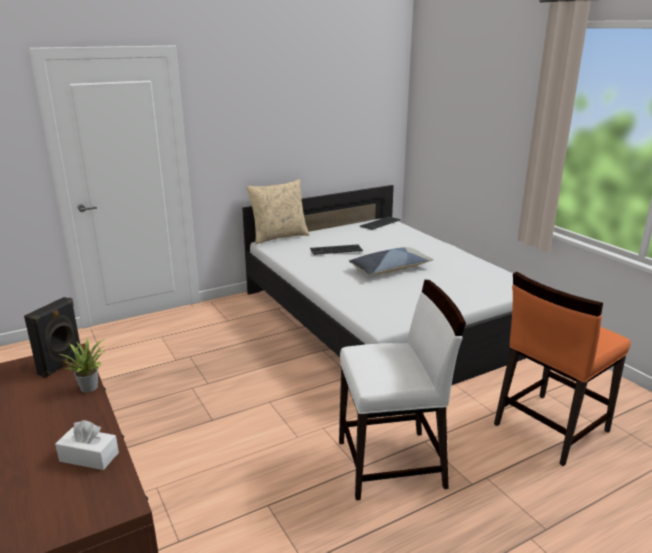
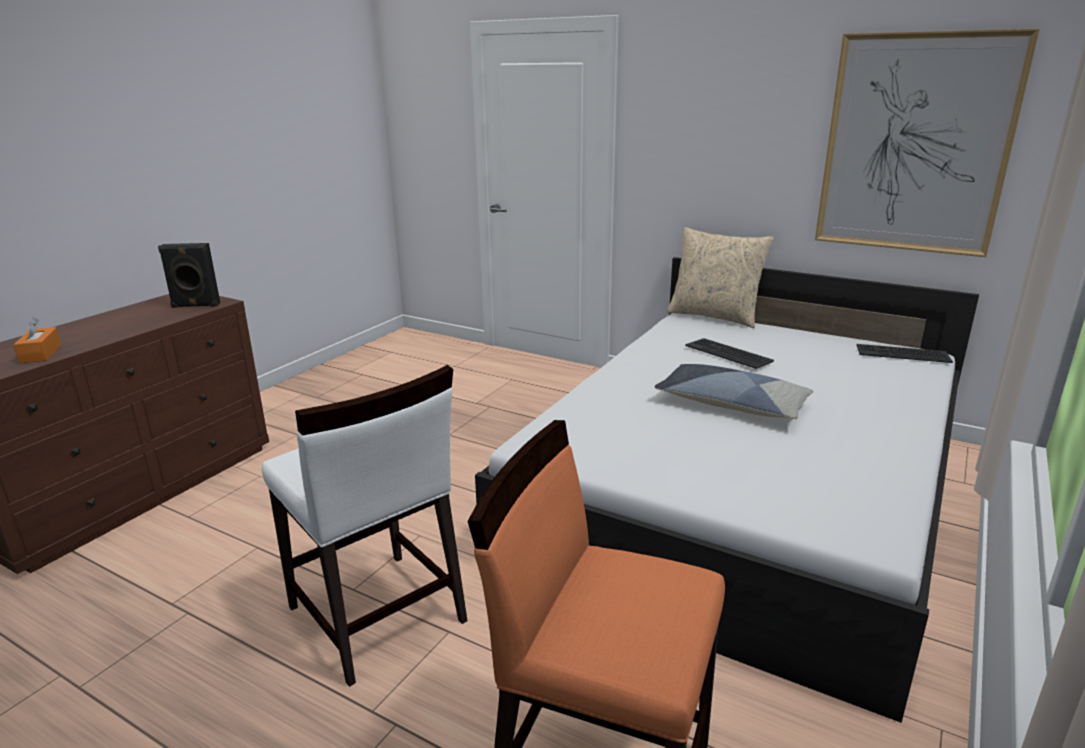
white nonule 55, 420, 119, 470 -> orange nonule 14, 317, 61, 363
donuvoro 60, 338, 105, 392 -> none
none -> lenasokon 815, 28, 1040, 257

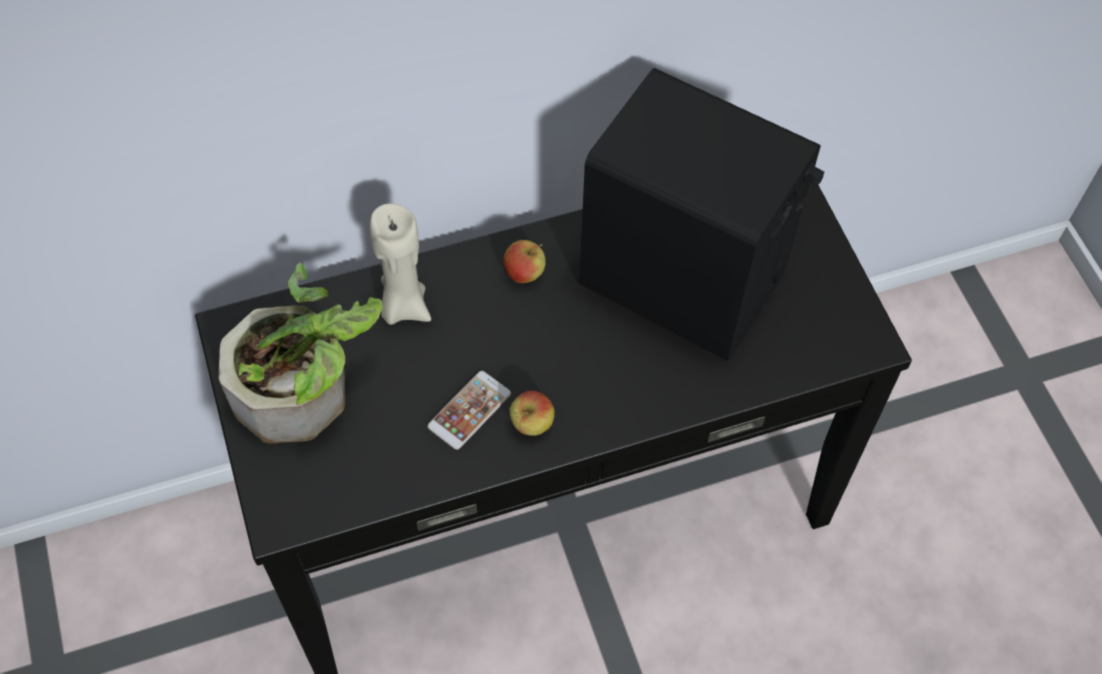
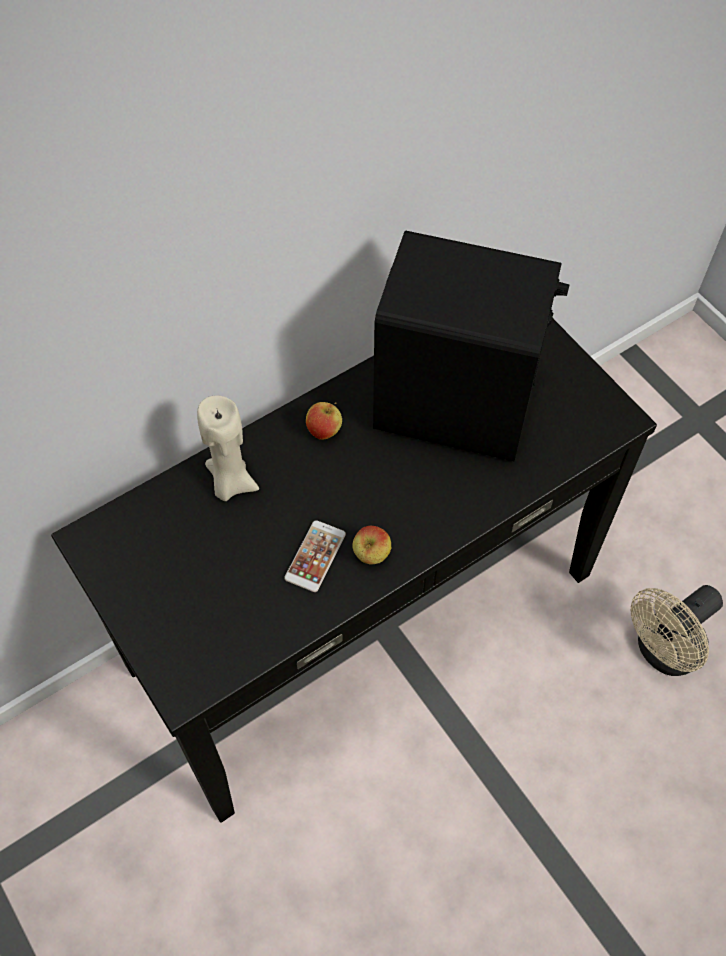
donuvoro 219, 262, 383, 444 -> none
none -> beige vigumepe 631, 585, 723, 676

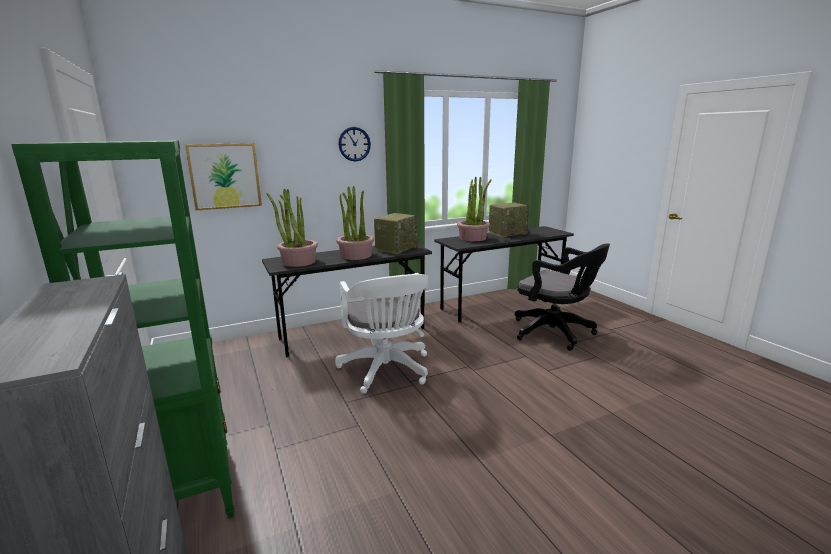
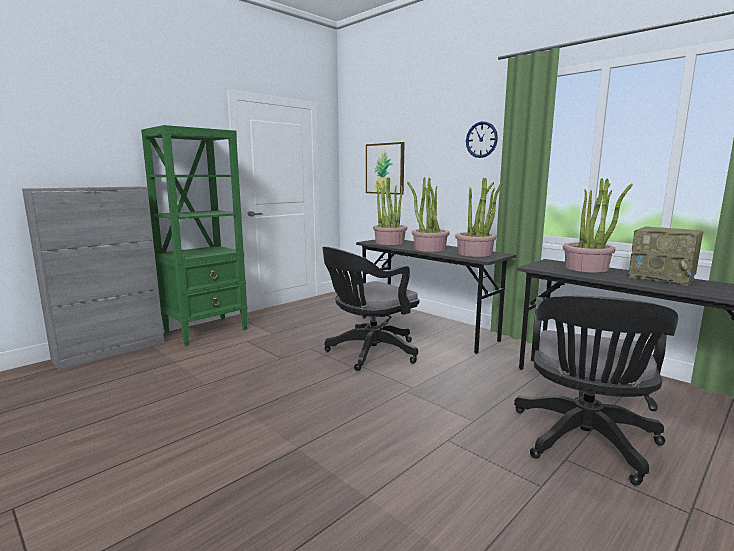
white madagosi 335, 273, 428, 394 -> black madagosi 322, 247, 419, 371
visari 374, 213, 419, 254 -> donuvoro 455, 178, 503, 257

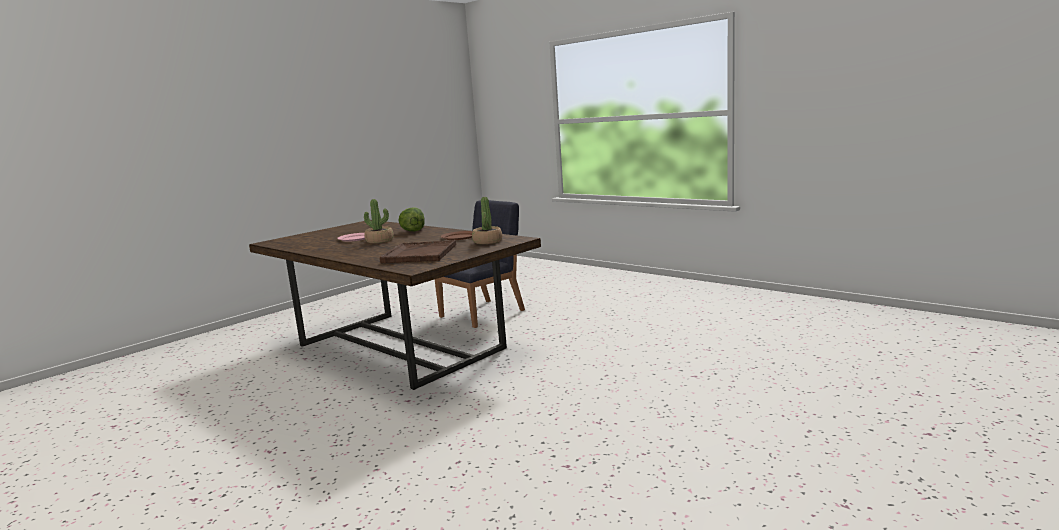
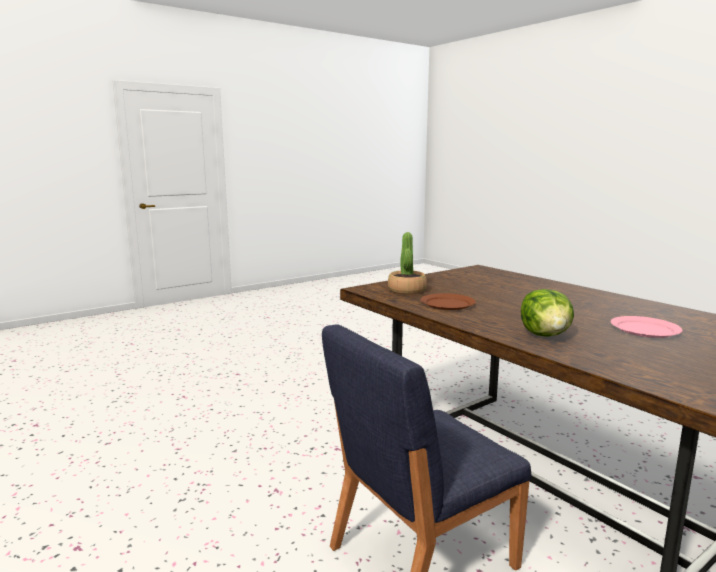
donuvoro 364, 199, 394, 243 -> none
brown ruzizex 380, 240, 456, 263 -> none

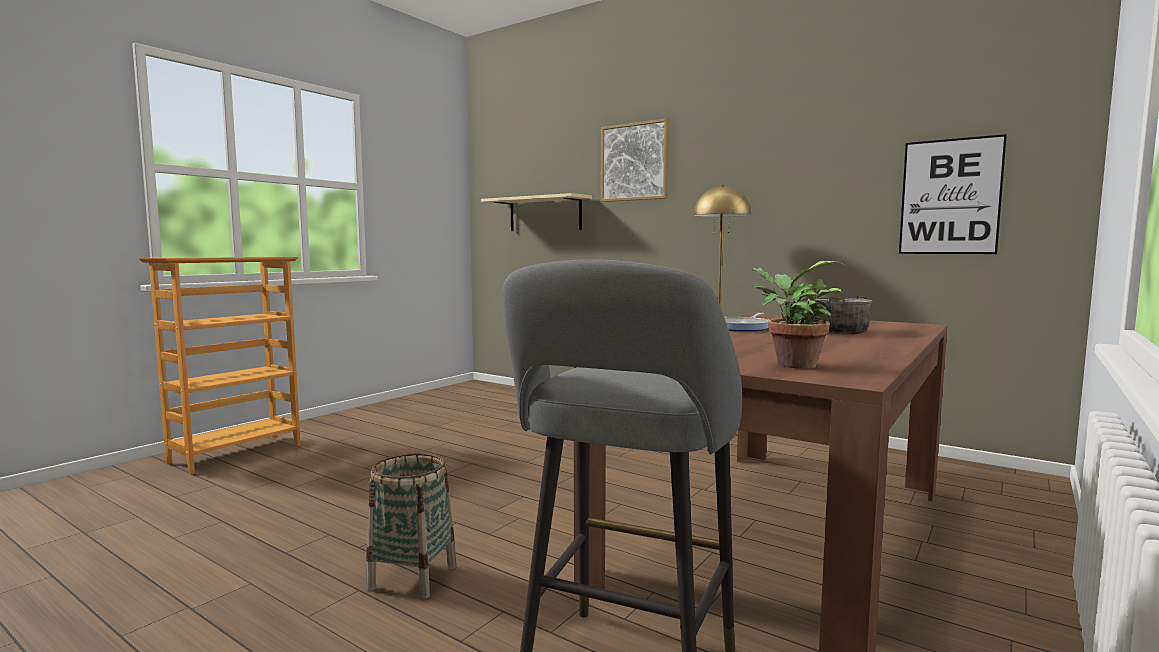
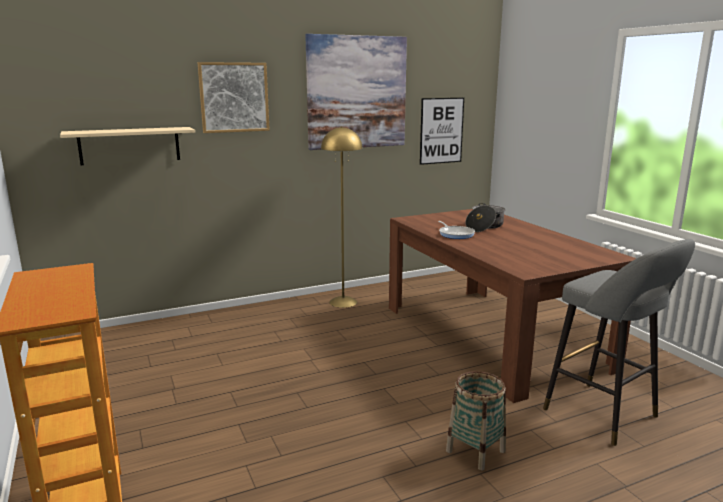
donuvoro 752, 261, 845, 369 -> none
none -> lenasokon 305, 34, 407, 150

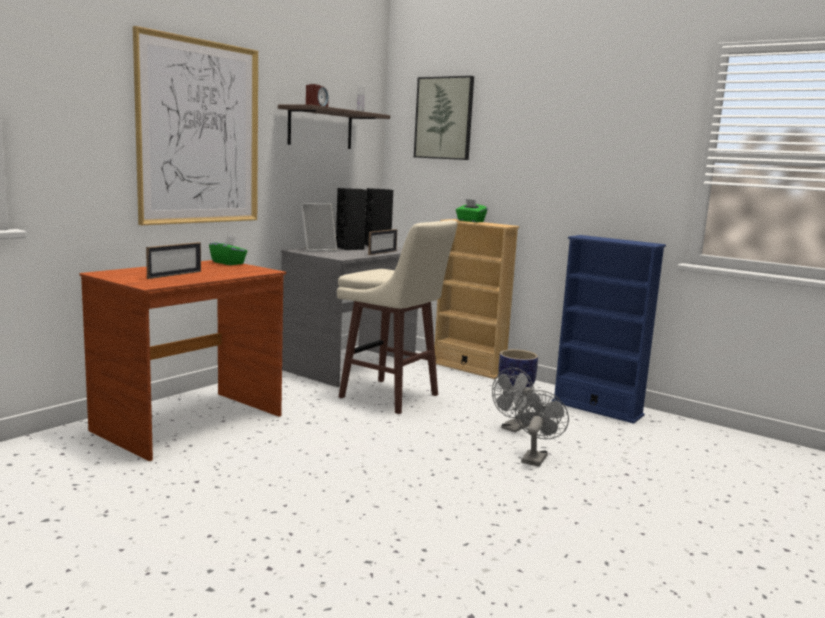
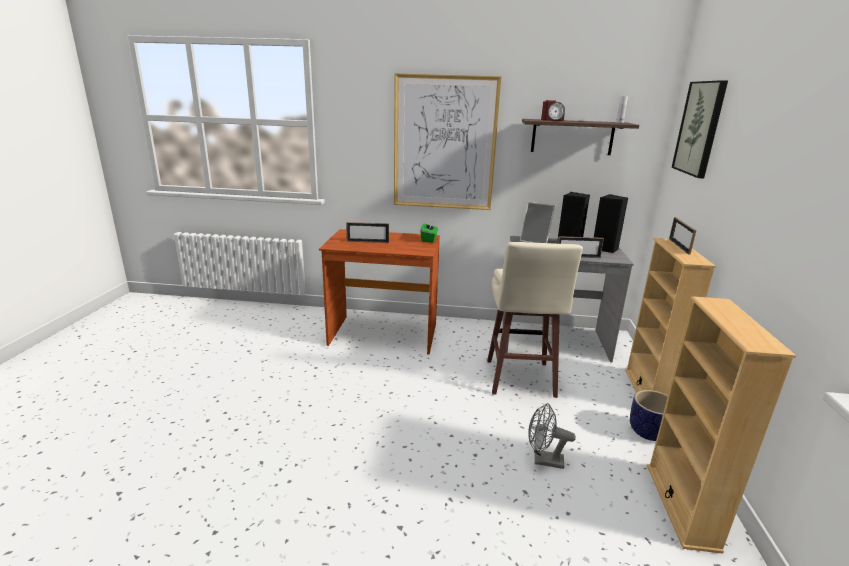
green nonule 456, 199, 488, 222 -> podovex 669, 217, 696, 255
grey vigumepe 515, 390, 569, 467 -> none
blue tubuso 552, 235, 666, 424 -> beige tubuso 647, 296, 796, 554

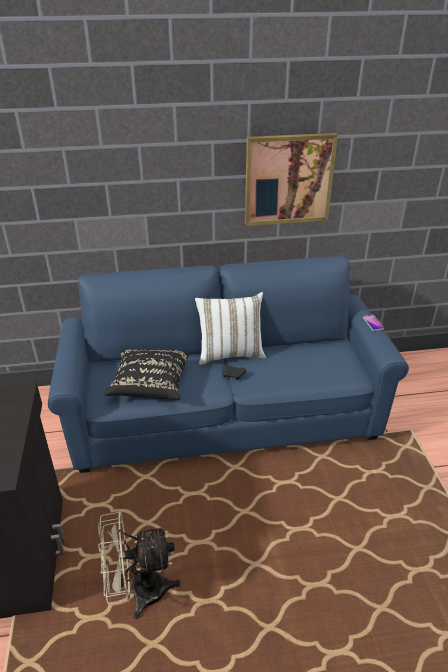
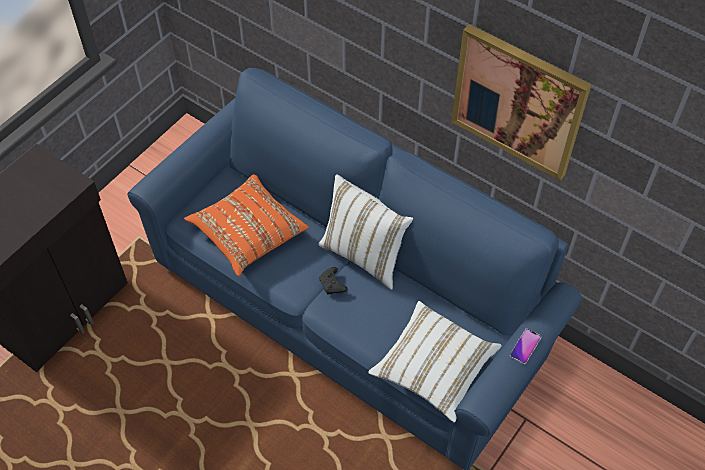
beige vigumepe 98, 511, 181, 620 -> none
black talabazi 104, 349, 190, 400 -> orange talabazi 184, 175, 309, 277
none -> white talabazi 368, 301, 502, 423

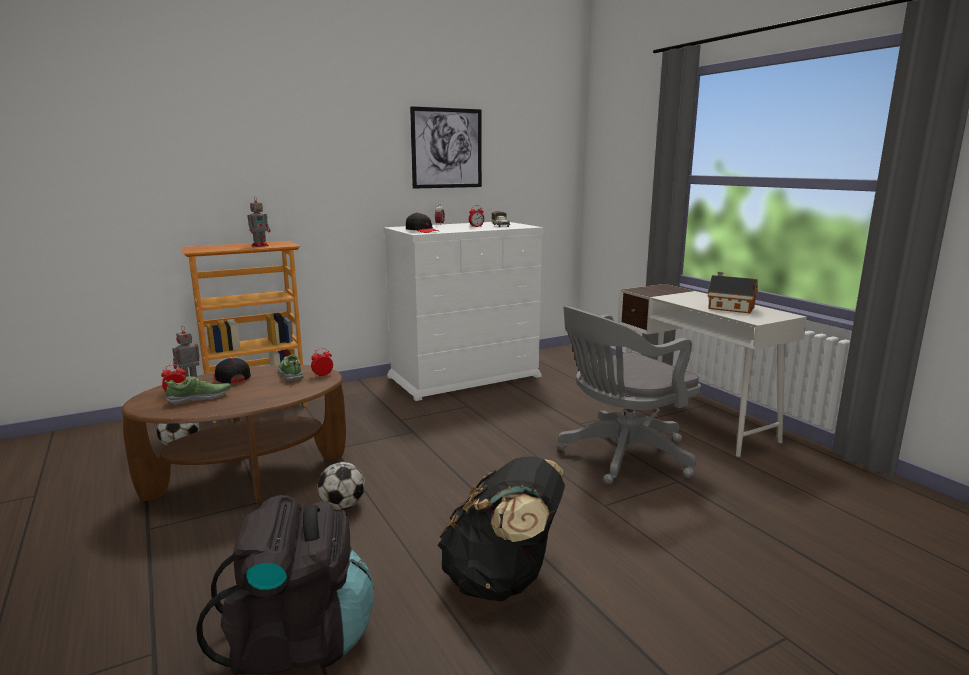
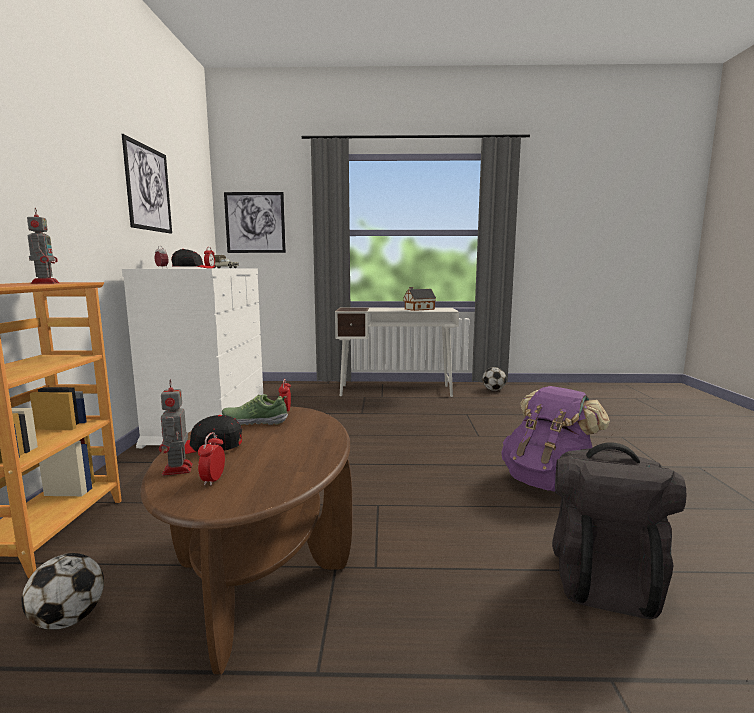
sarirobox 164, 376, 231, 405 -> none
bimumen 318, 462, 365, 510 -> bimumen 482, 367, 507, 391, relocated
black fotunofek 438, 457, 565, 601 -> purple fotunofek 501, 386, 610, 491
grey madagosi 557, 306, 701, 484 -> none
none -> lenasokon 224, 192, 286, 253

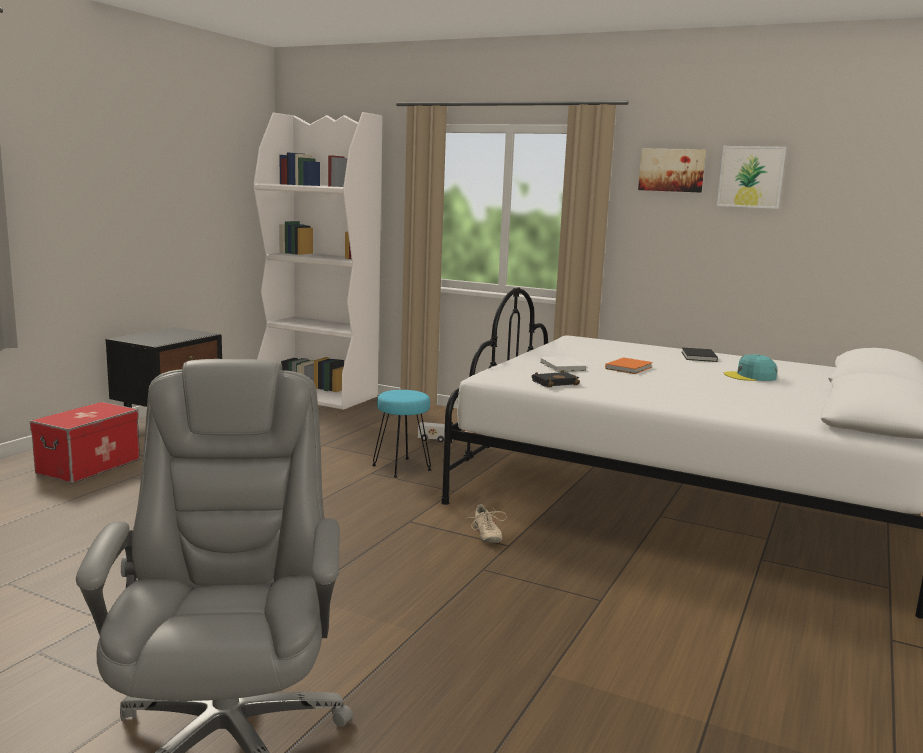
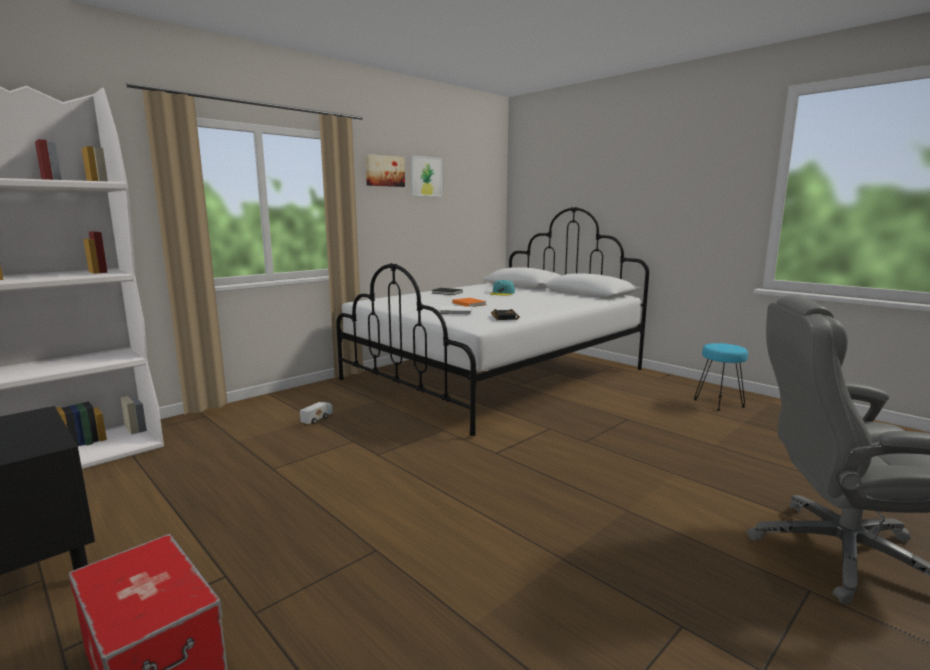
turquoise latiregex 372, 390, 431, 478 -> turquoise latiregex 694, 343, 748, 411, relocated
beige sarirobox 467, 504, 507, 543 -> none

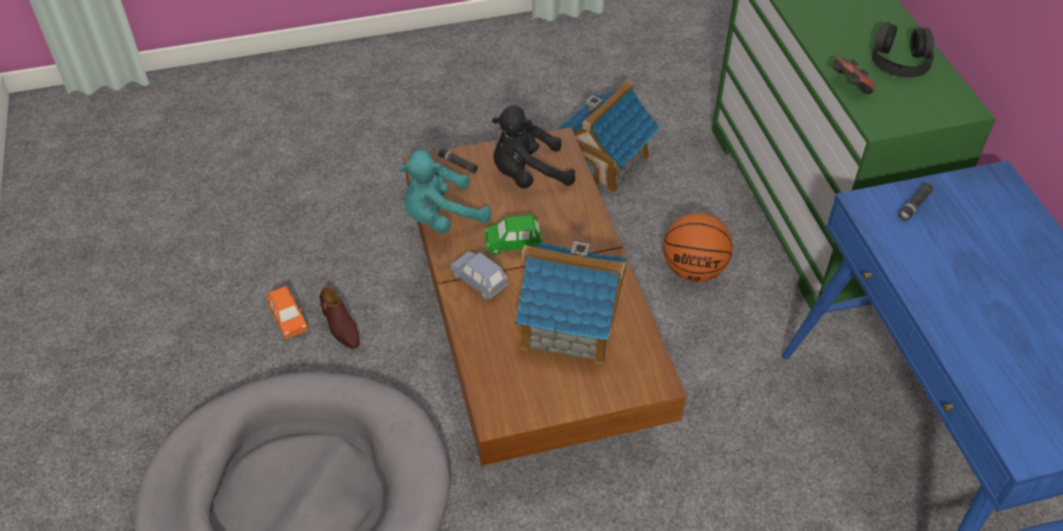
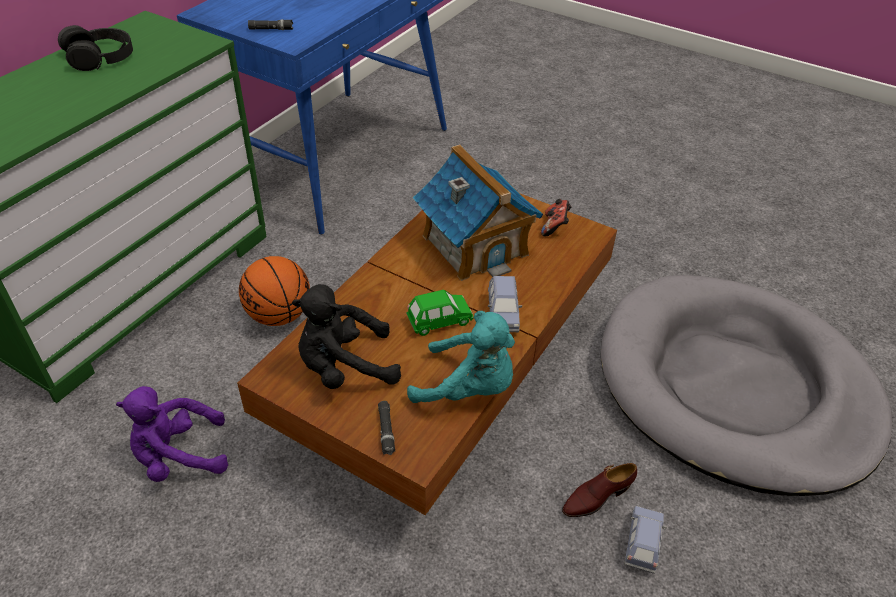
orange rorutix 266, 286, 308, 339 -> blue rorutix 624, 506, 667, 574
brown sarirobox 320, 286, 360, 349 -> brown sarirobox 562, 463, 637, 517, 135 degrees counterclockwise
green rorutix 484, 215, 543, 255 -> green rorutix 406, 290, 474, 336, 60 degrees counterclockwise
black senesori 492, 105, 575, 189 -> black senesori 292, 284, 401, 389, 135 degrees clockwise
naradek 556, 80, 661, 193 -> purple senesori 116, 386, 228, 482
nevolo 833, 57, 875, 94 -> nevolo 541, 199, 572, 236, relocated

